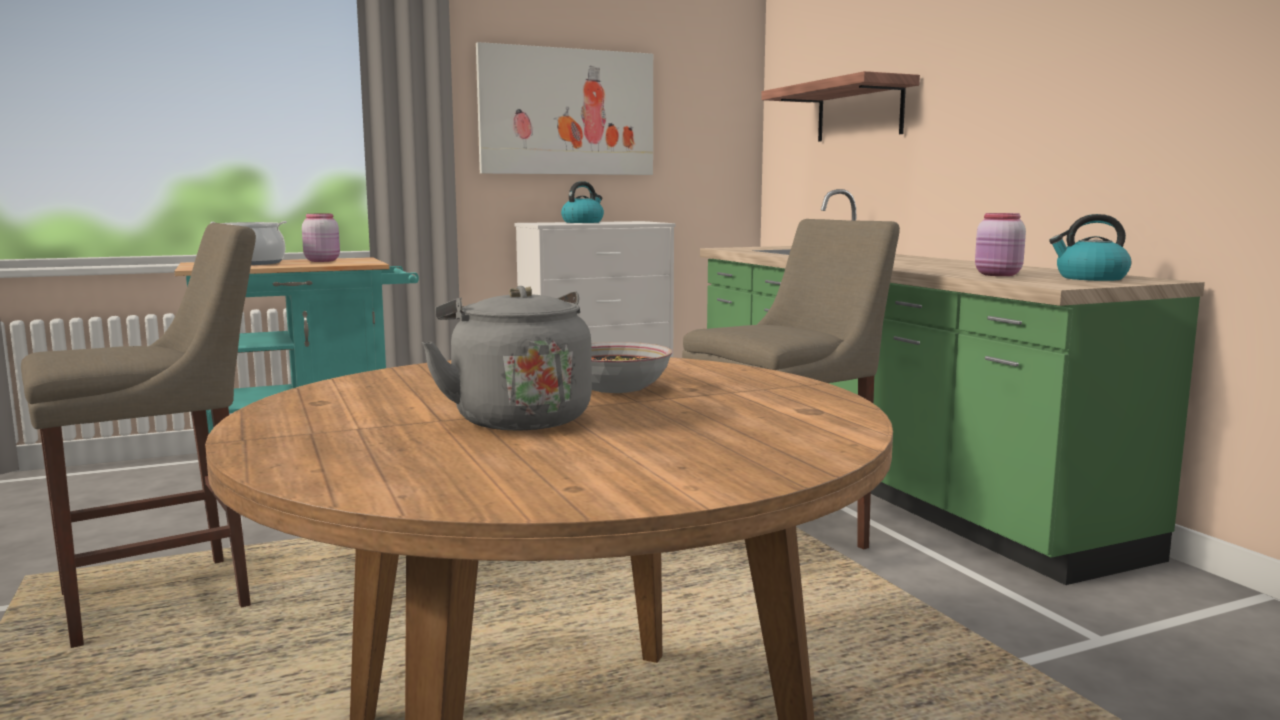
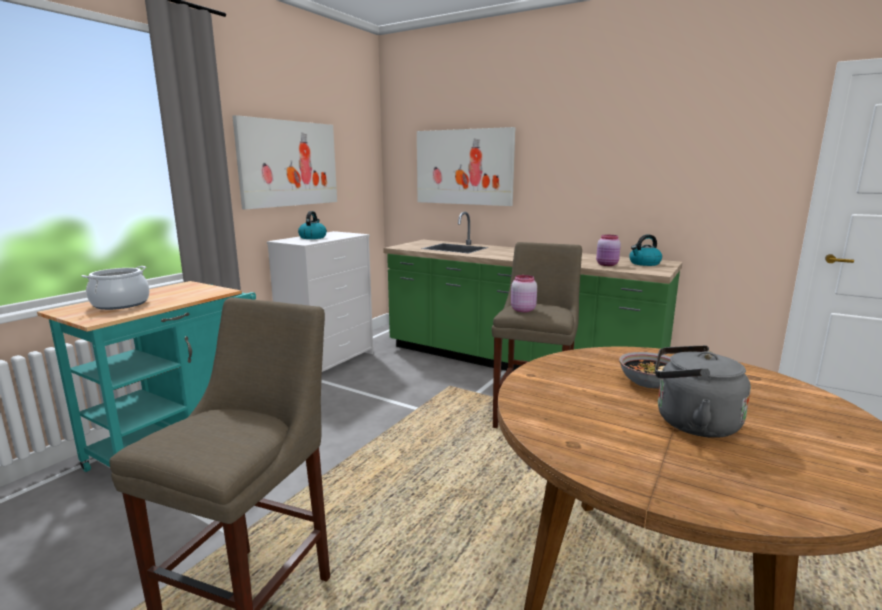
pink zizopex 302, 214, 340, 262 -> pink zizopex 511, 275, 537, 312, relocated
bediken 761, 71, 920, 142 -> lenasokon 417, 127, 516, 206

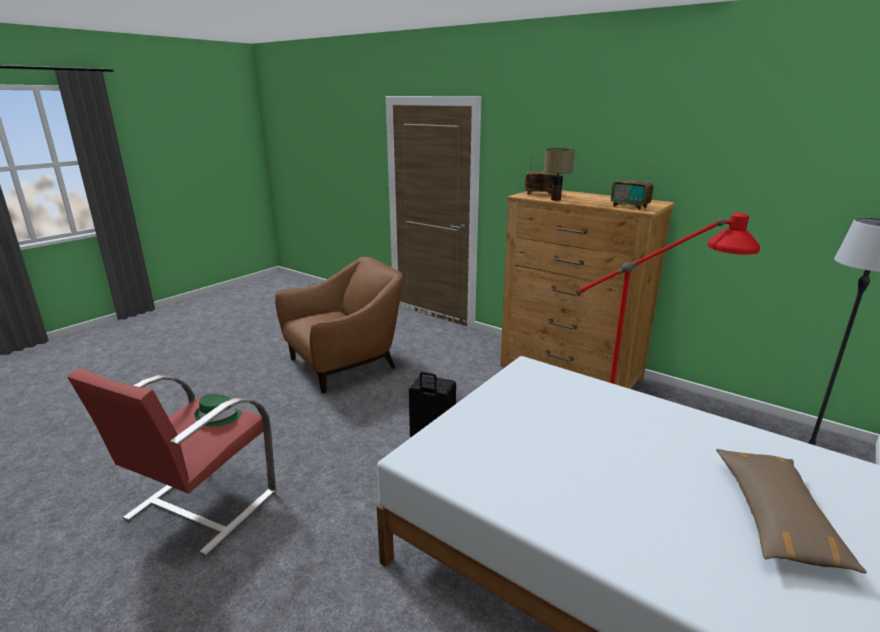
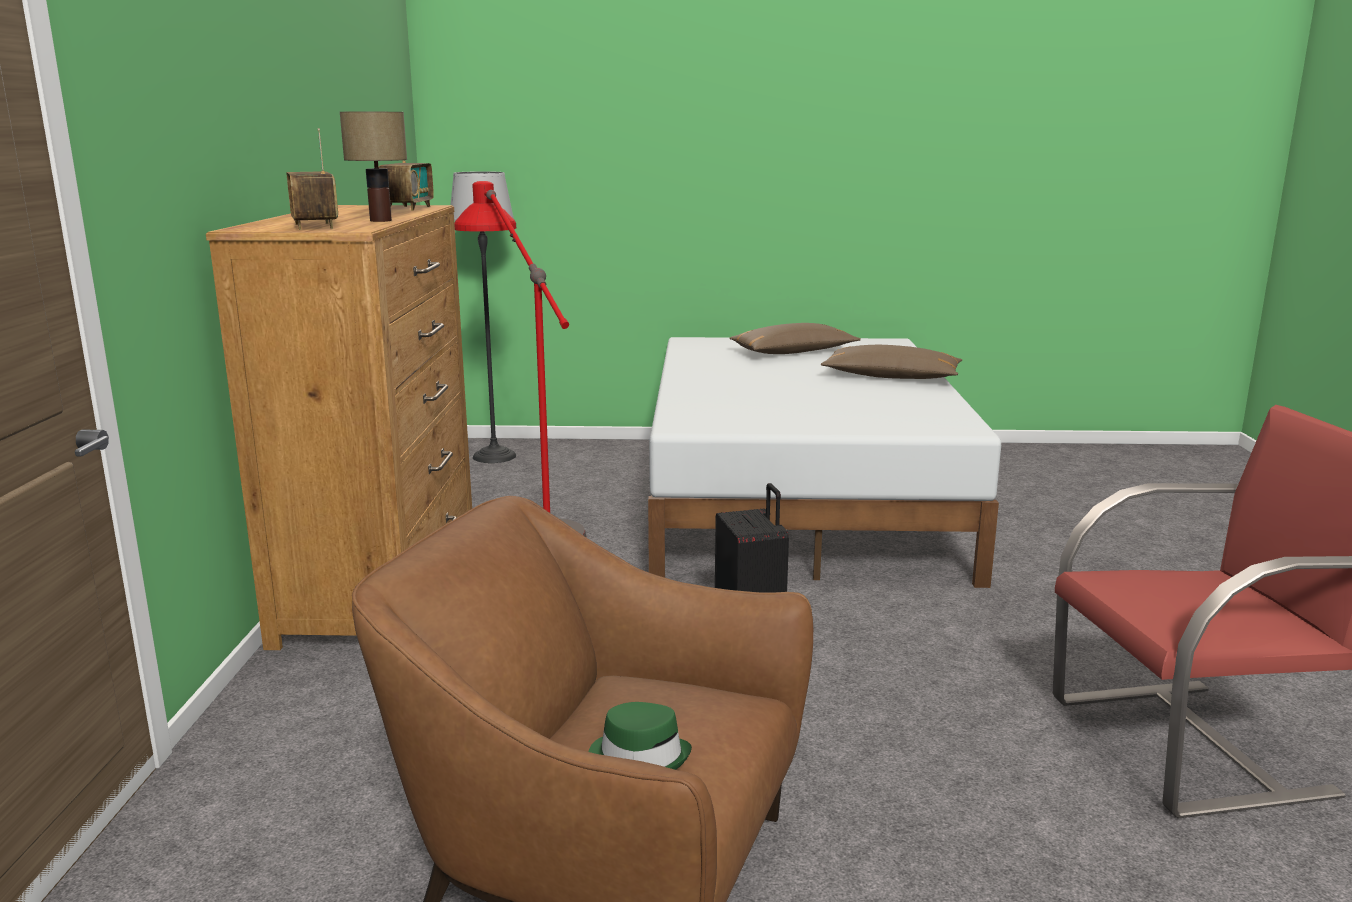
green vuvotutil 195, 394, 242, 426 -> green vuvotutil 588, 702, 692, 770, relocated
none -> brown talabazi 821, 345, 962, 379

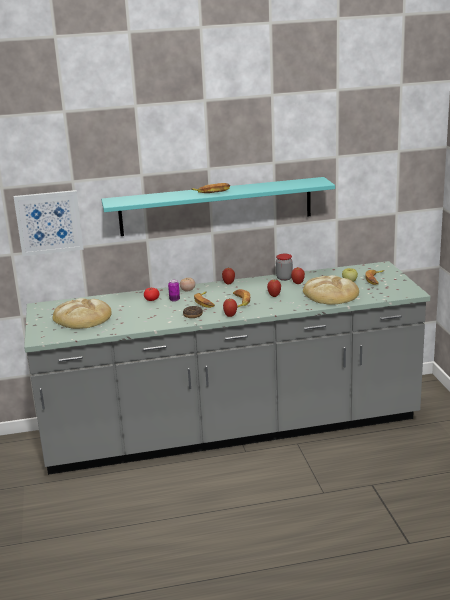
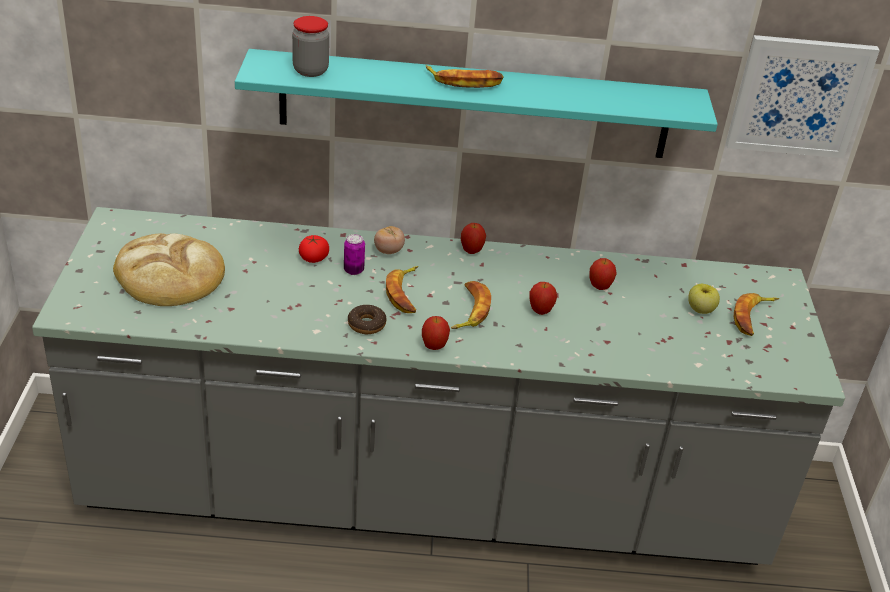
lenasokon 14, 190, 84, 256 -> lenasokon 726, 35, 880, 158, relocated
zizopex 276, 254, 293, 281 -> zizopex 292, 16, 329, 77, relocated
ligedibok 303, 275, 359, 305 -> none

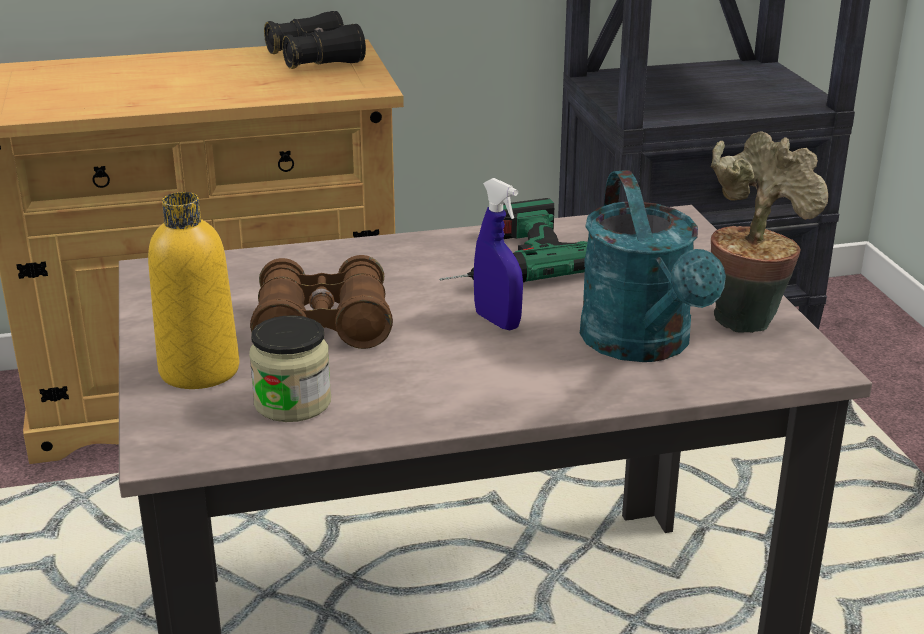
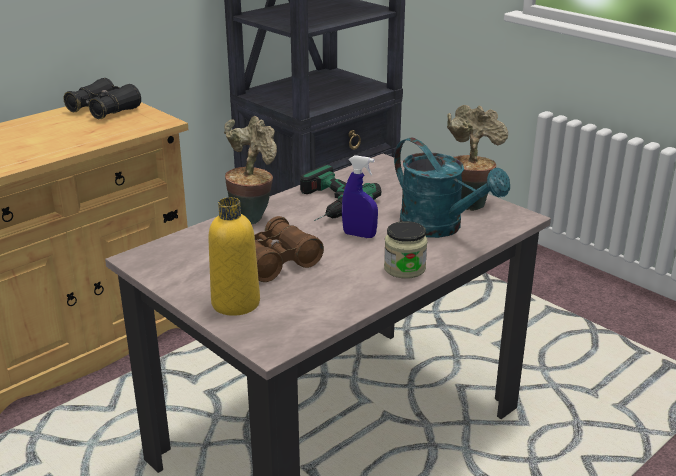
zizopex 249, 315, 331, 422 -> zizopex 384, 221, 427, 279, relocated
none -> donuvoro 224, 116, 277, 224

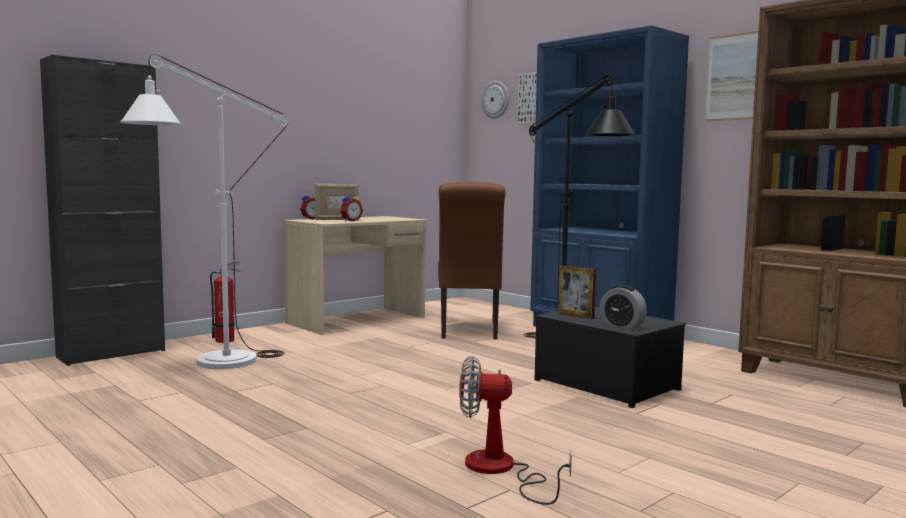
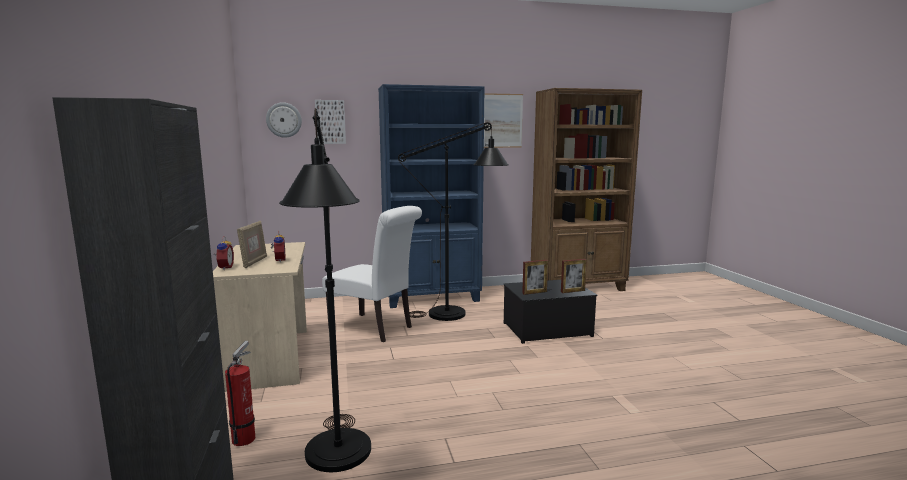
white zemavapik 119, 54, 288, 369 -> black zemavapik 279, 108, 371, 472
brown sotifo 438, 182, 506, 340 -> white sotifo 322, 206, 422, 342
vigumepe 459, 356, 572, 505 -> none
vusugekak 599, 285, 647, 330 -> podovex 561, 259, 587, 293

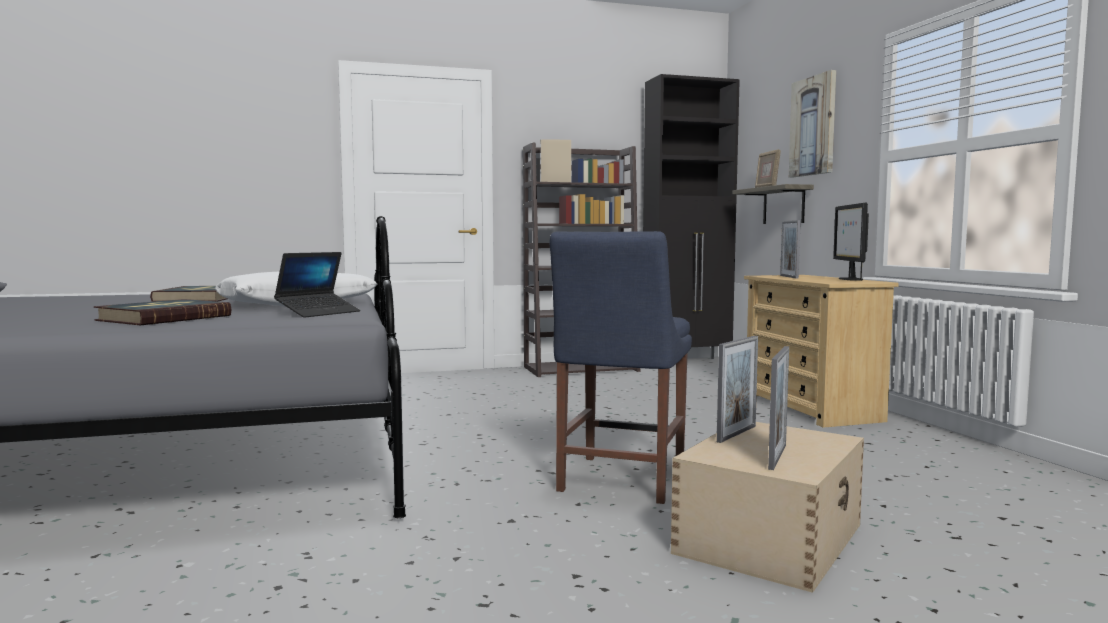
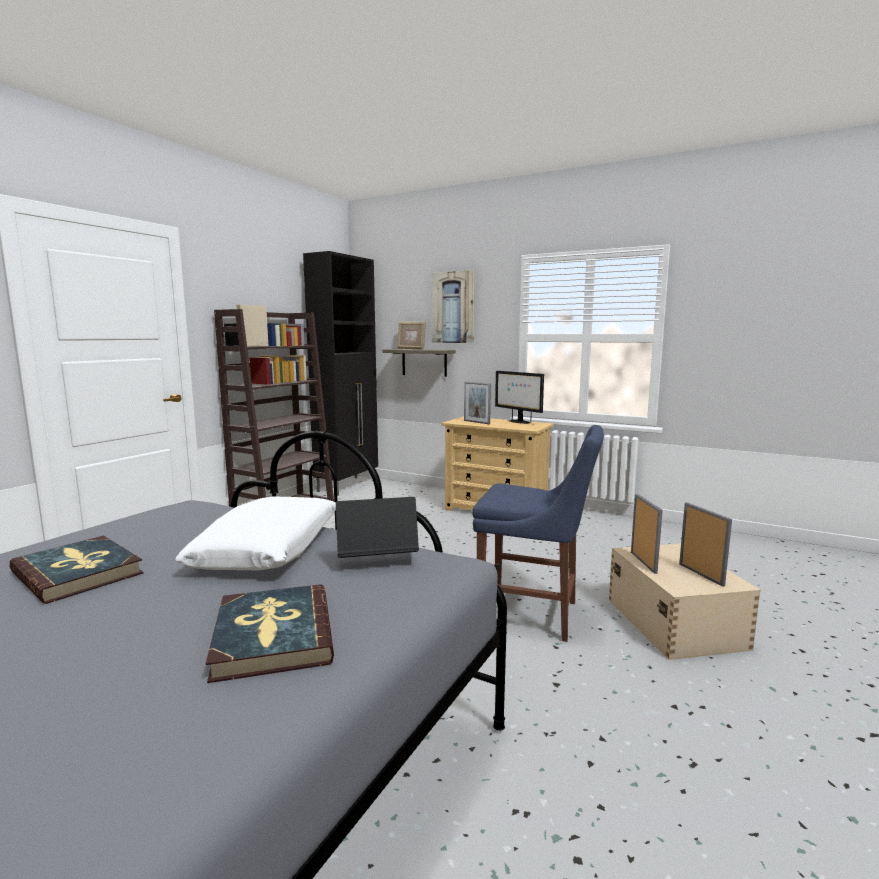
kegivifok 274, 252, 360, 318 -> kegivifok 336, 497, 419, 558, 90 degrees counterclockwise
blue sotifo 550, 231, 692, 504 -> blue sotifo 472, 425, 604, 642, 45 degrees counterclockwise

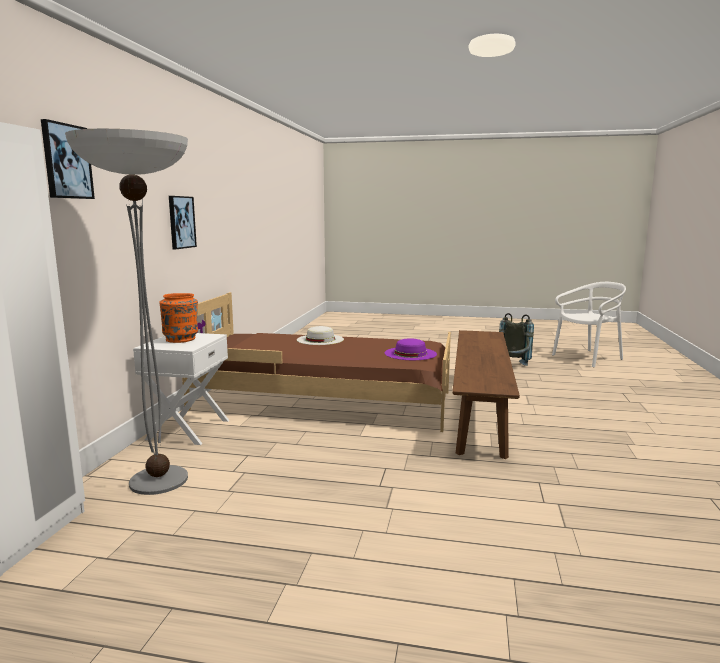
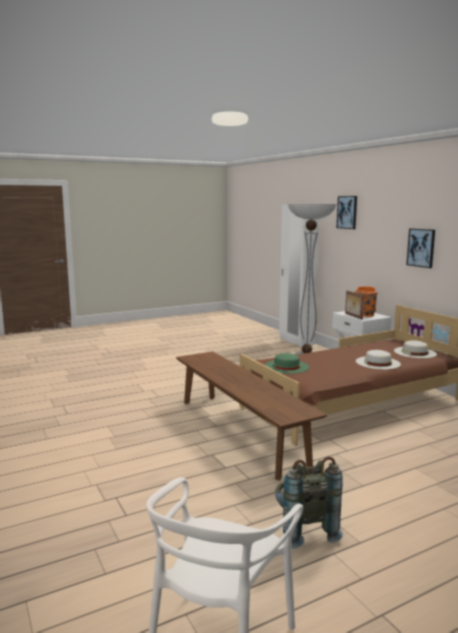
purple vuvotutil 385, 338, 437, 360 -> green vuvotutil 265, 353, 309, 374
none -> podovex 345, 290, 364, 320
none -> white vuvotutil 394, 341, 437, 358

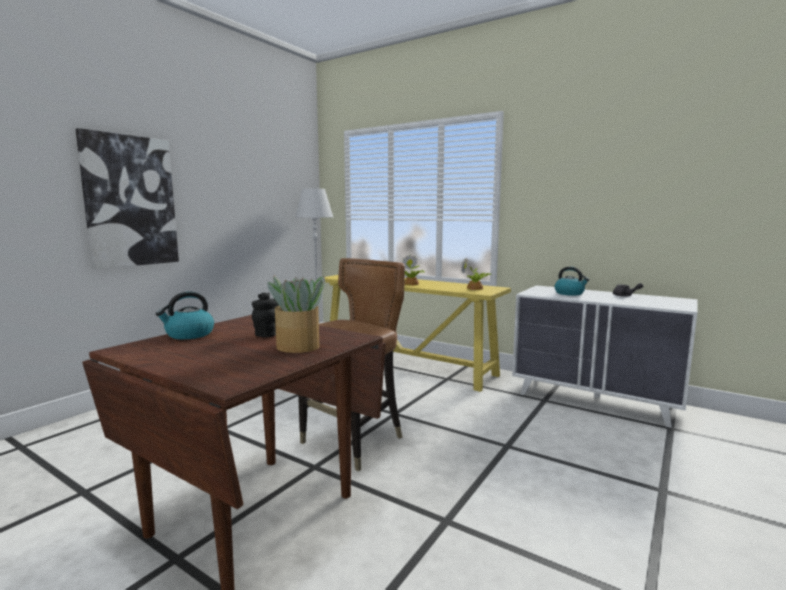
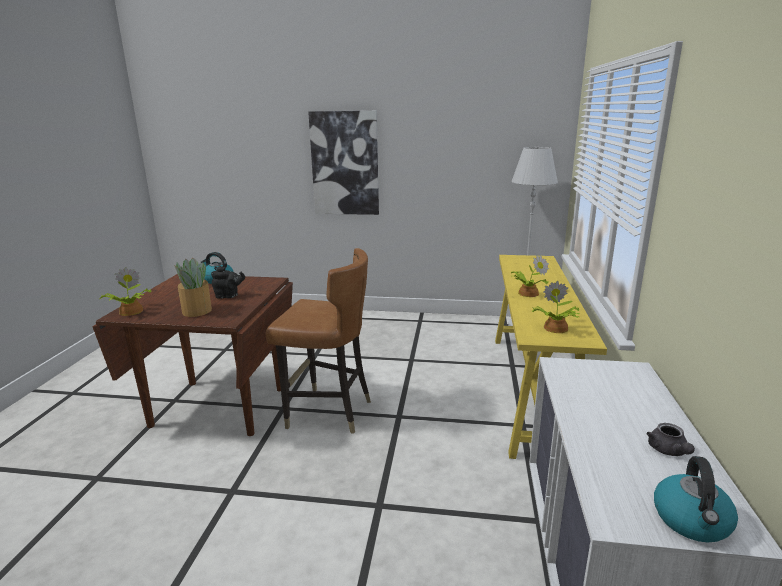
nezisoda 555, 267, 590, 296 -> nezisoda 654, 456, 738, 542, relocated
none -> donuvoro 100, 267, 151, 316

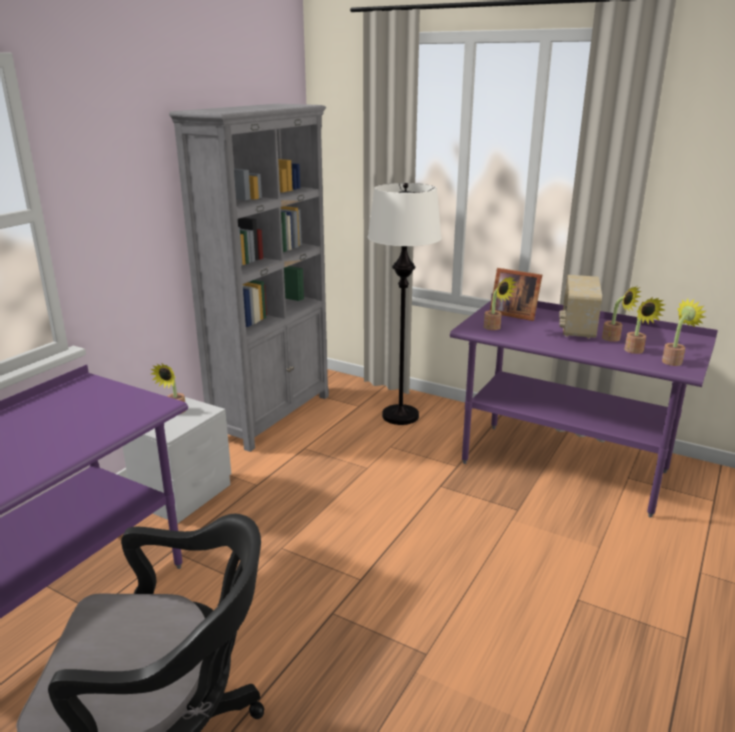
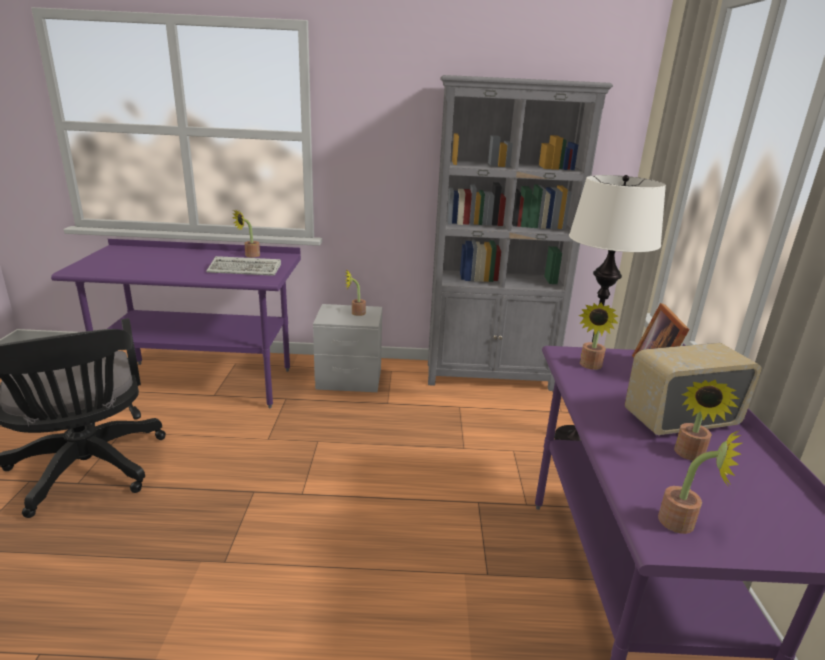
donuvoro 625, 297, 665, 354 -> donuvoro 232, 209, 260, 257, relocated
none -> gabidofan 206, 256, 281, 276

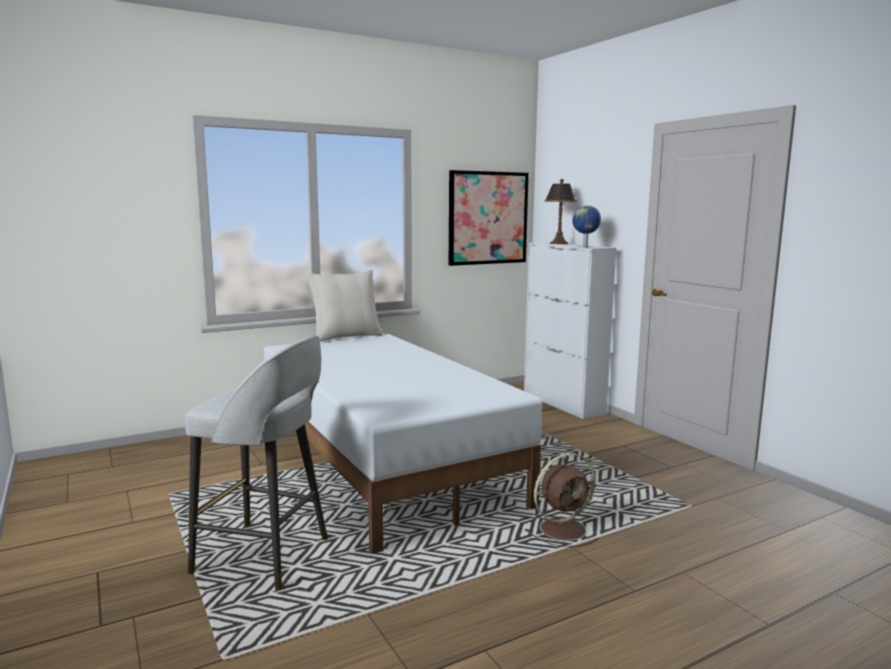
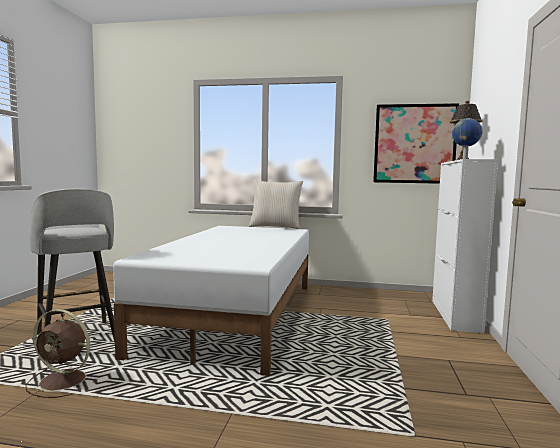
brown vigumepe 524, 453, 598, 547 -> brown vigumepe 26, 309, 97, 398, relocated

